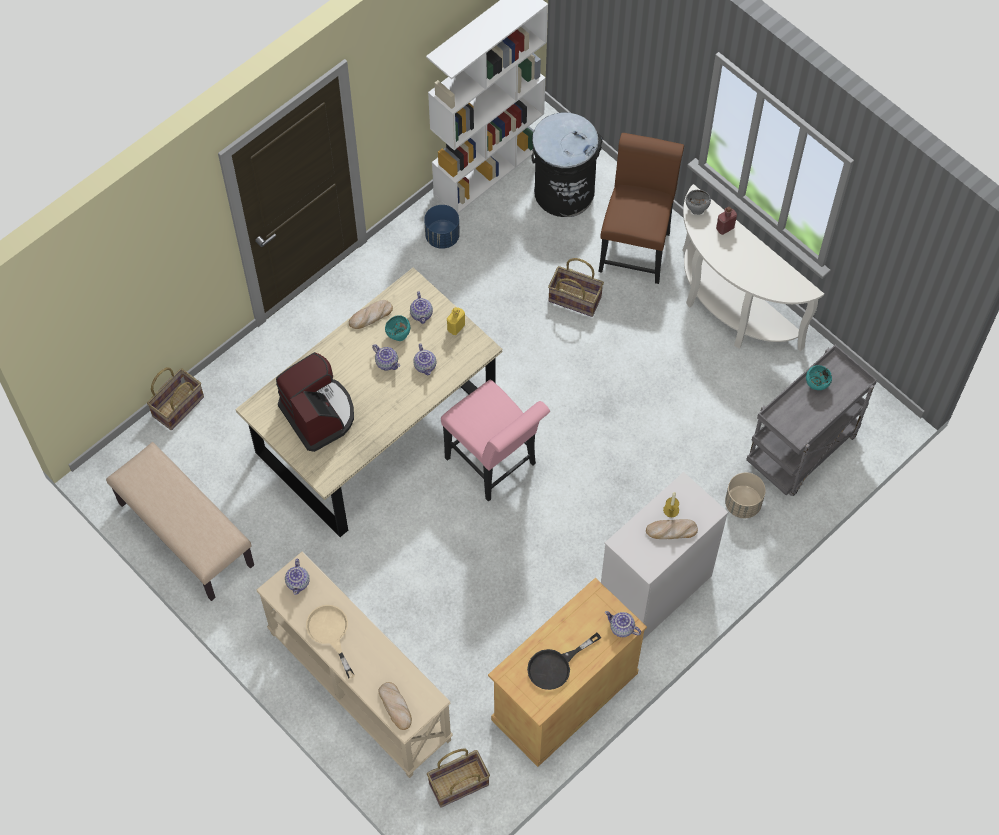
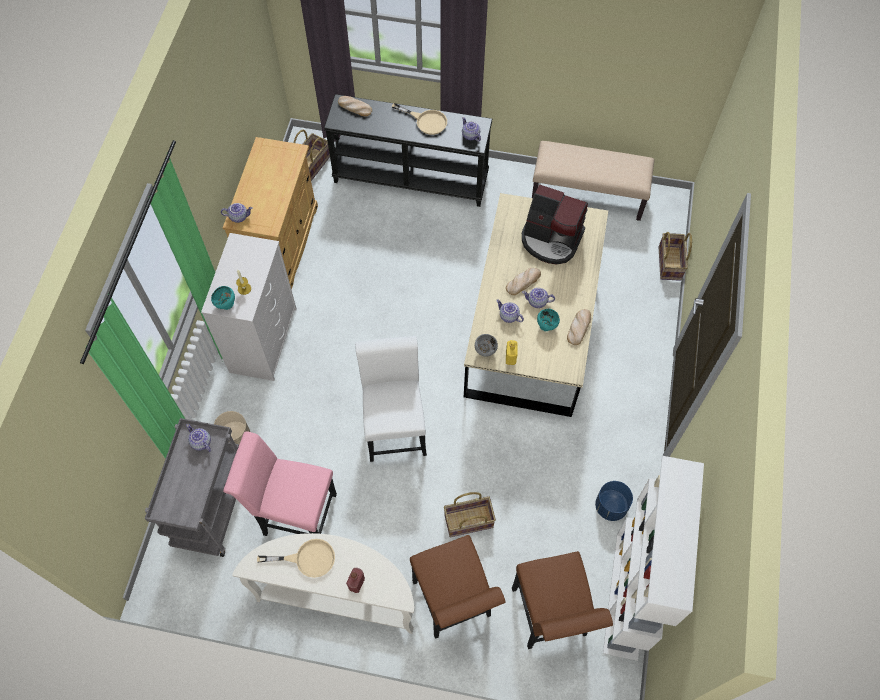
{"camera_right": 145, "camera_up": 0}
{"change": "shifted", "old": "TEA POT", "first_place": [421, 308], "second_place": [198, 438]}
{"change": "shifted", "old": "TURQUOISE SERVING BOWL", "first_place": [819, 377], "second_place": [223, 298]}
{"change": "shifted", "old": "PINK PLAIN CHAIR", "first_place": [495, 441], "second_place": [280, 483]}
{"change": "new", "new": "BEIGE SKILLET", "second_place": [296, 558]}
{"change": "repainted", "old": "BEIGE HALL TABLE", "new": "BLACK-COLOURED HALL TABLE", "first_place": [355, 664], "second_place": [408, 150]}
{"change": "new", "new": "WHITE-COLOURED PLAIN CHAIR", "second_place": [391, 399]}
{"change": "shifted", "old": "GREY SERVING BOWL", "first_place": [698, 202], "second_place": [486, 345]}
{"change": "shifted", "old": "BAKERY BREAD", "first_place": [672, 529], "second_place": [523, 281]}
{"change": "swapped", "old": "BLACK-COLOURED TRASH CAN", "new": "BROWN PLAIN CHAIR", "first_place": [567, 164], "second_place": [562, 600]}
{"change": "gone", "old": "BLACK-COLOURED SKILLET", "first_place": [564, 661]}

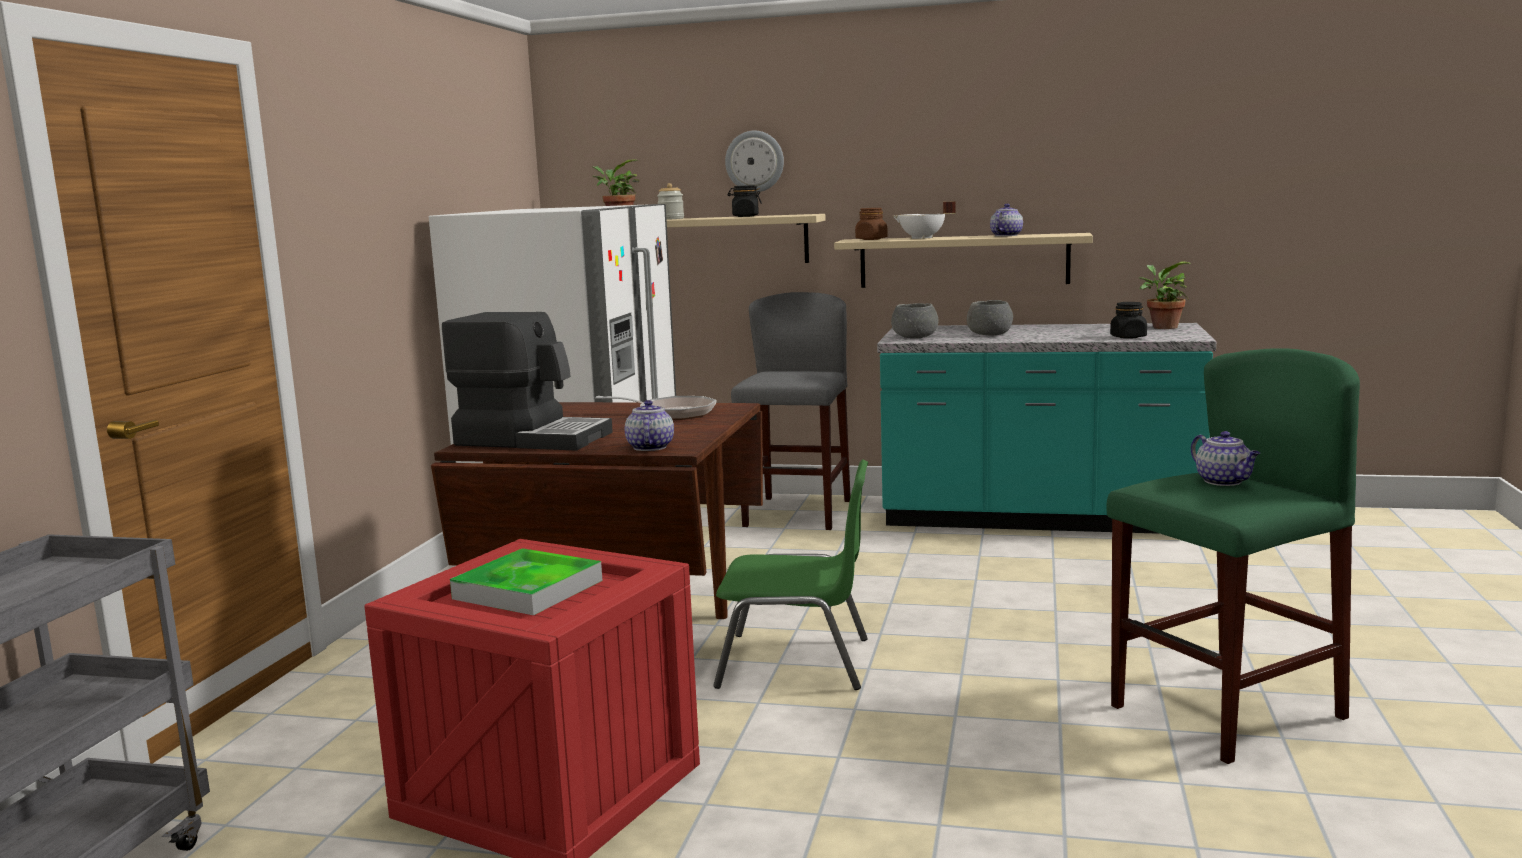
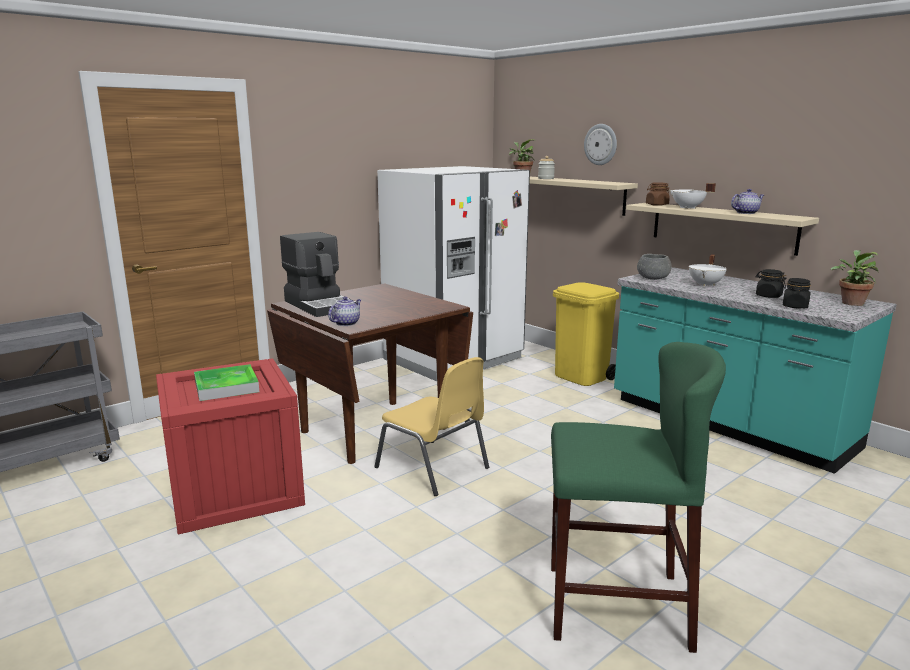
{"camera_right": 35, "camera_up": 5}
{"change": "repainted", "old": "GREENISH PLAIN CHAIR", "new": "YELLOW PLAIN CHAIR", "first_place": [790, 575], "second_place": [432, 426]}
{"change": "swapped", "old": "GREY STOOL", "new": "YELLOW TRASH CAN", "first_place": [791, 411], "second_place": [586, 334]}
{"change": "swapped", "old": "GREY SERVING BOWL", "new": "WHITE-COLOURED COOKING POT", "first_place": [989, 318], "second_place": [708, 270]}
{"change": "shifted", "old": "BLACK-COLOURED PRESERVE JAR", "first_place": [745, 201], "second_place": [770, 283]}
{"change": "gone", "old": "SKILLET", "first_place": [656, 408]}
{"change": "gone", "old": "TEA POT", "first_place": [1225, 458]}

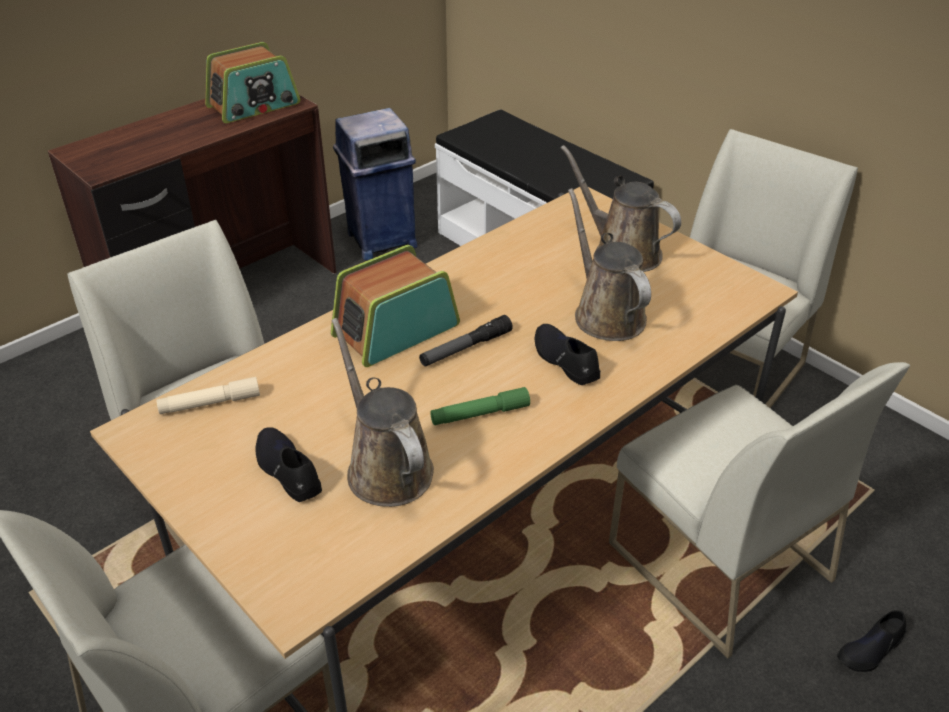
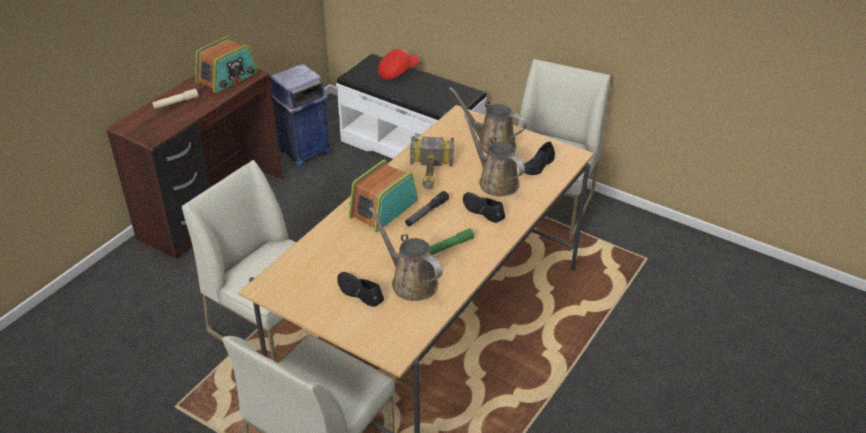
{"camera_right": -15, "camera_up": 0}
{"change": "shifted", "old": "BEIGE TORCH", "first_place": [208, 395], "second_place": [175, 99]}
{"change": "new", "new": "RED-COLOURED PEAKED CAP", "second_place": [398, 64]}
{"change": "new", "new": "HAMMER", "second_place": [432, 162]}
{"change": "shifted", "old": "BLACK-COLOURED SHOE", "first_place": [872, 641], "second_place": [539, 158]}
{"change": "gone", "old": "WHITE-COLOURED PLAIN CHAIR", "first_place": [759, 510]}

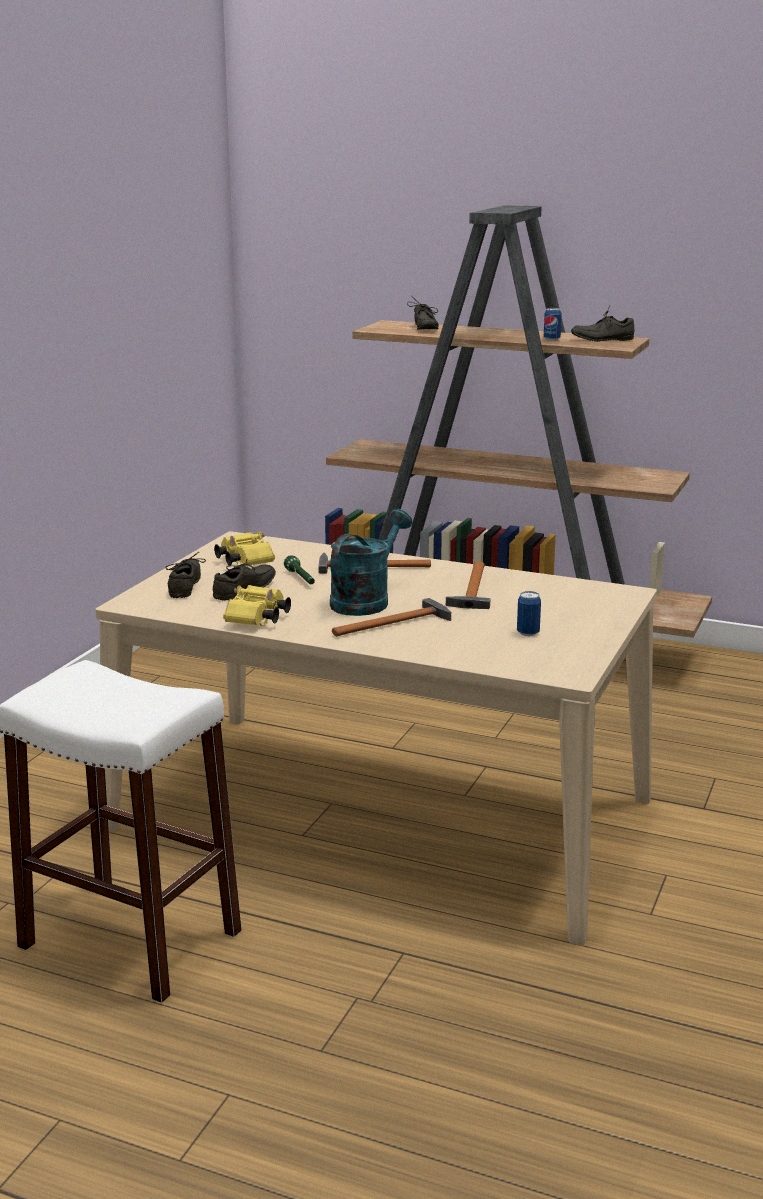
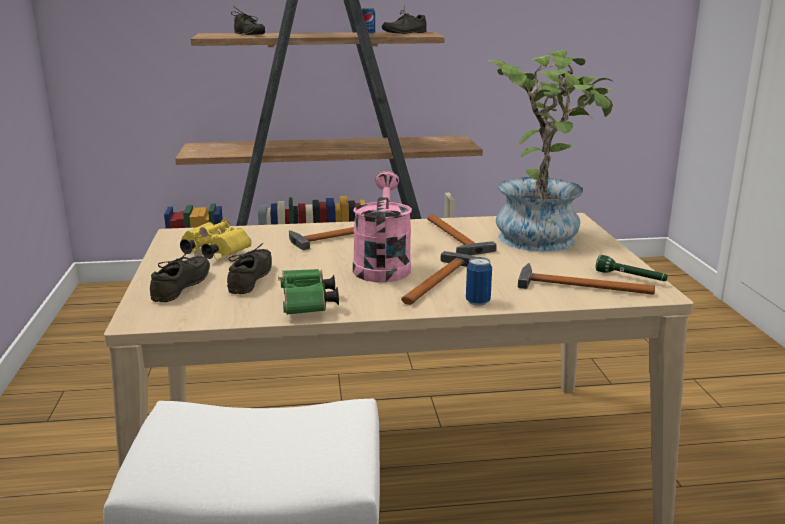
{"camera_right": -30, "camera_up": 0}
{"change": "rotated", "old": "GREY SHOE", "first_place": [185, 575], "second_place": [180, 276], "degrees": 45}
{"change": "repainted", "old": "YELLOW PAIR OF BINOCULARS", "new": "GREENISH PAIR OF BINOCULARS", "first_place": [257, 605], "second_place": [308, 292]}
{"change": "repainted", "old": "TURQUOISE WATERING POT", "new": "PINK WATERING POT", "first_place": [371, 562], "second_place": [382, 227]}
{"change": "shifted", "old": "SEALED CAN", "first_place": [529, 613], "second_place": [479, 281]}
{"change": "new", "new": "POTTED PLANT", "second_place": [549, 150]}
{"change": "new", "new": "HAMMER", "second_place": [586, 279]}
{"change": "shifted", "old": "GREENISH TORCH", "first_place": [299, 569], "second_place": [632, 268]}

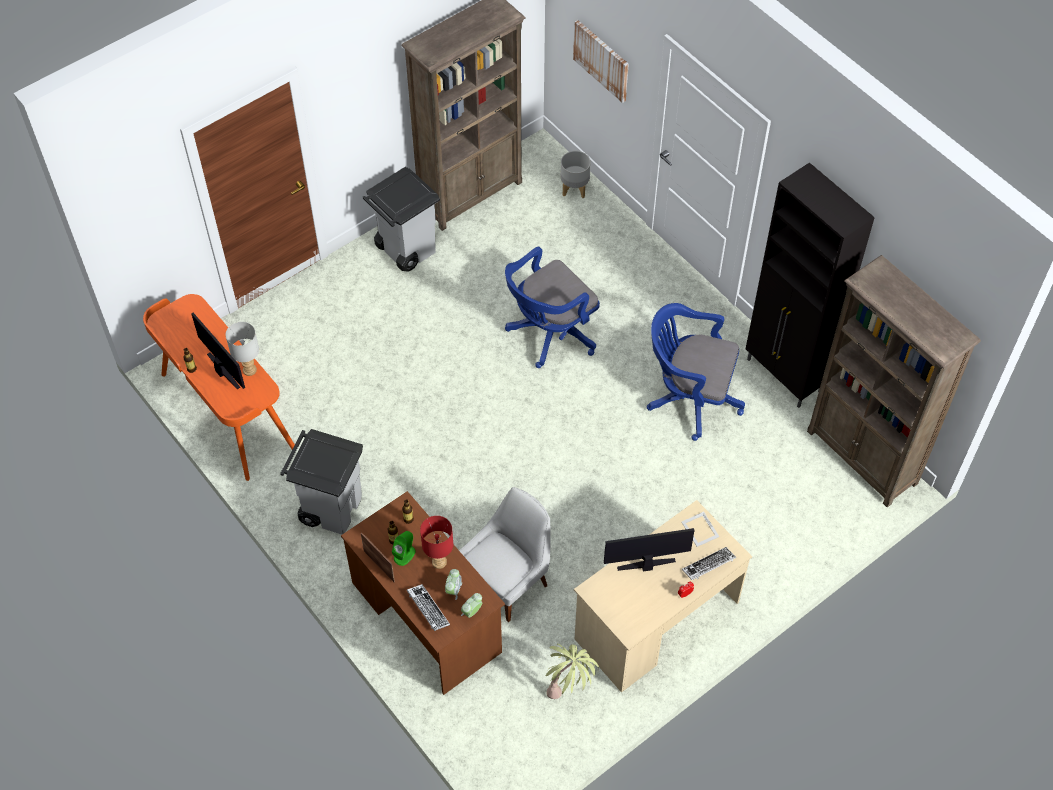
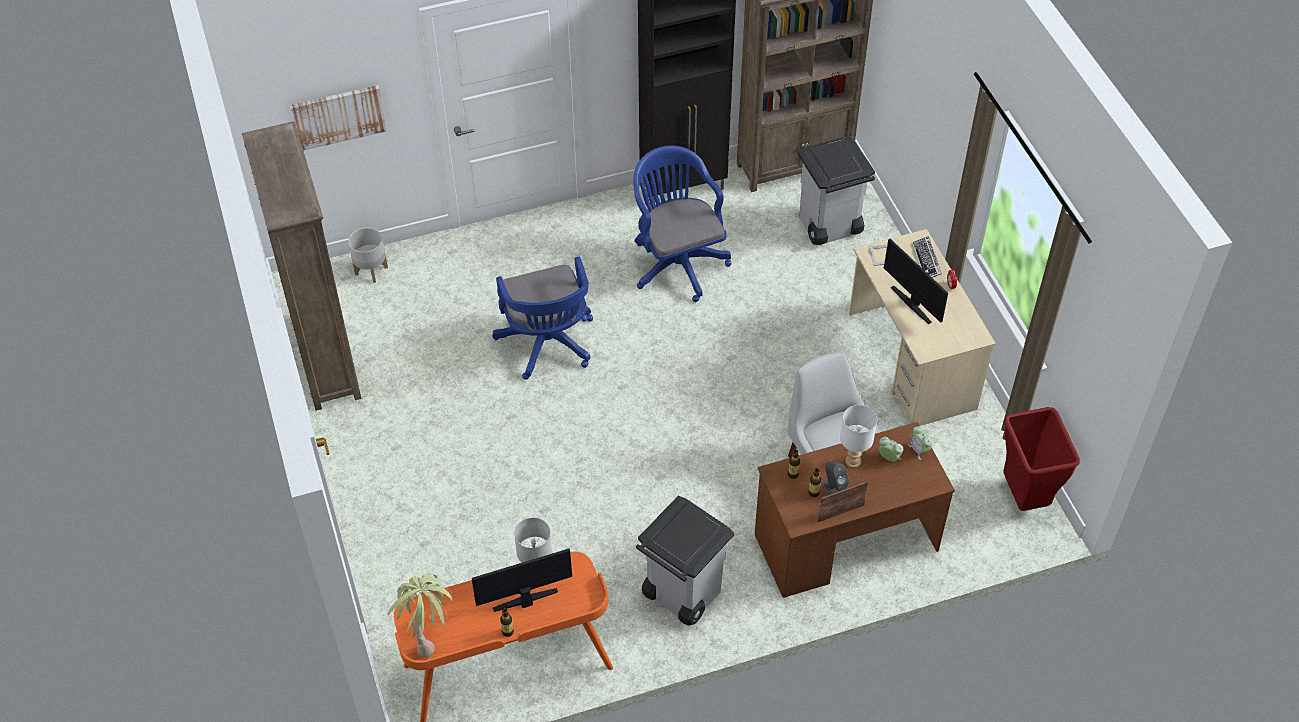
{"camera_right": -70, "camera_up": -5}
{"change": "shifted", "old": "POTTED PLANT", "first_place": [572, 671], "second_place": [419, 615]}
{"change": "rotated", "old": "BLUE COMPUTER CHAIR", "first_place": [696, 372], "second_place": [682, 224], "degrees": 120}
{"change": "shifted", "old": "GREY TRASH CAN", "first_place": [401, 219], "second_place": [836, 190]}
{"change": "repainted", "old": "GREENISH AUDIO SPEAKER", "new": "GREY AUDIO SPEAKER", "first_place": [403, 548], "second_place": [835, 478]}
{"change": "repainted", "old": "RED-COLOURED TABLETOP LAMP", "new": "WHITE-COLOURED TABLETOP LAMP", "first_place": [436, 542], "second_place": [858, 436]}
{"change": "rotated", "old": "COMPUTER SCREEN", "first_place": [649, 550], "second_place": [916, 281], "degrees": -45}
{"change": "new", "new": "RED-COLOURED TRASH CAN", "second_place": [1041, 459]}
{"change": "gone", "old": "KEYBOARD", "first_place": [428, 607]}

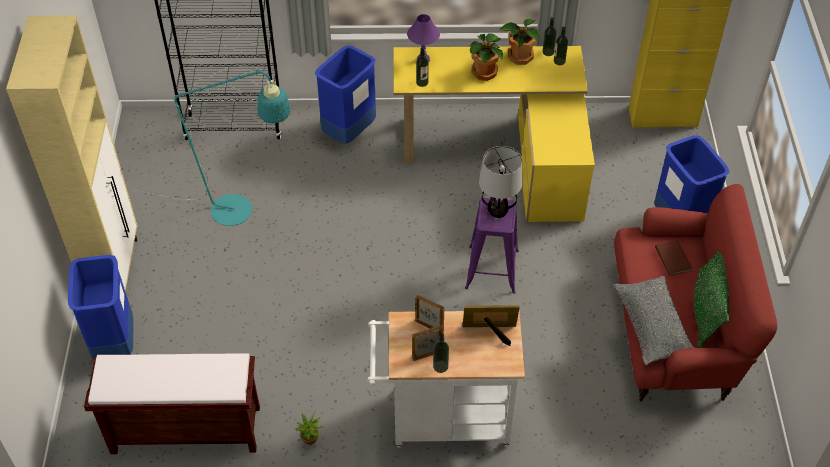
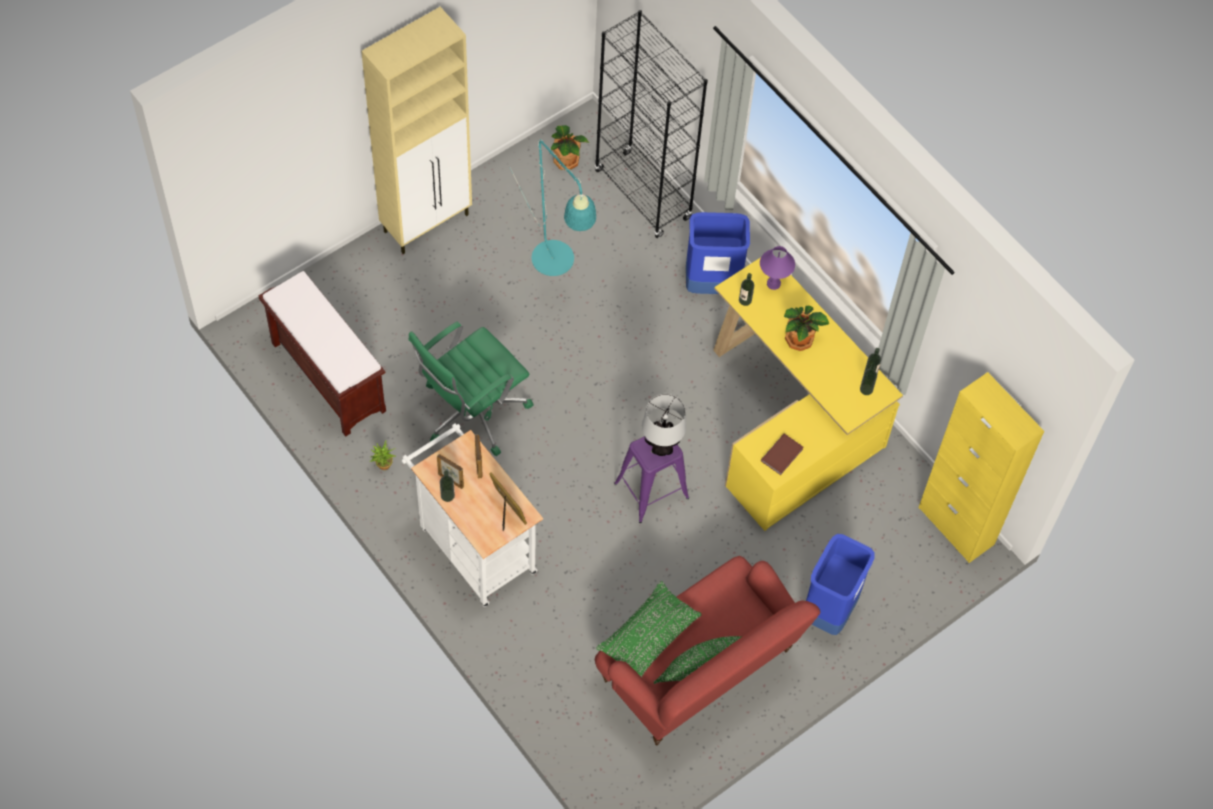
{"camera_right": 50, "camera_up": 10}
{"change": "new", "new": "GREENISH COMPUTER CHAIR", "second_place": [471, 388]}
{"change": "shifted", "old": "POTTED PLANT", "first_place": [520, 42], "second_place": [570, 148]}
{"change": "repainted", "old": "GREY THROW PILLOW", "new": "GREENISH THROW PILLOW", "first_place": [653, 320], "second_place": [649, 629]}
{"change": "shifted", "old": "BROWN BOUND BOOK", "first_place": [674, 258], "second_place": [782, 454]}
{"change": "gone", "old": "BLUE TRASH CAN", "first_place": [100, 307]}

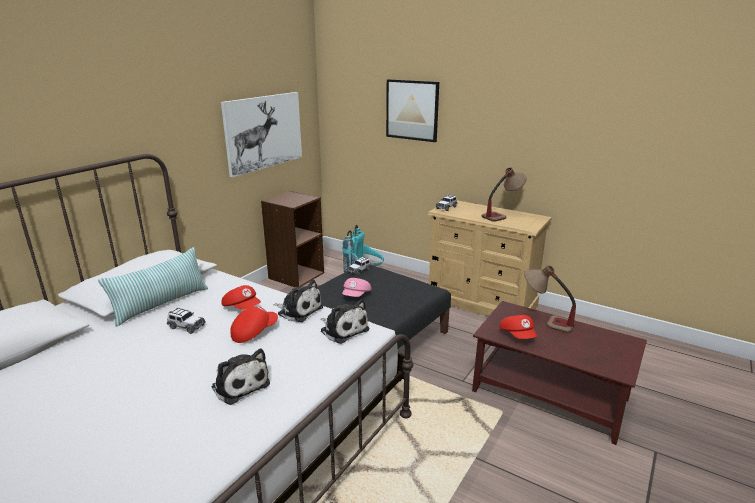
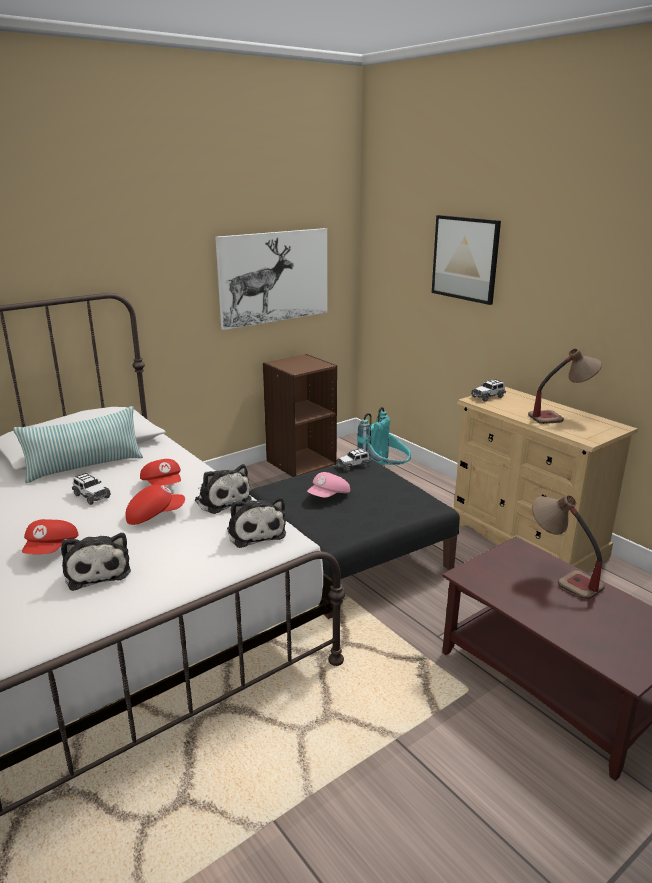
{"camera_right": 20, "camera_up": 0}
{"change": "shifted", "old": "RED-COLOURED PEAKED CAP", "first_place": [518, 327], "second_place": [50, 536]}

